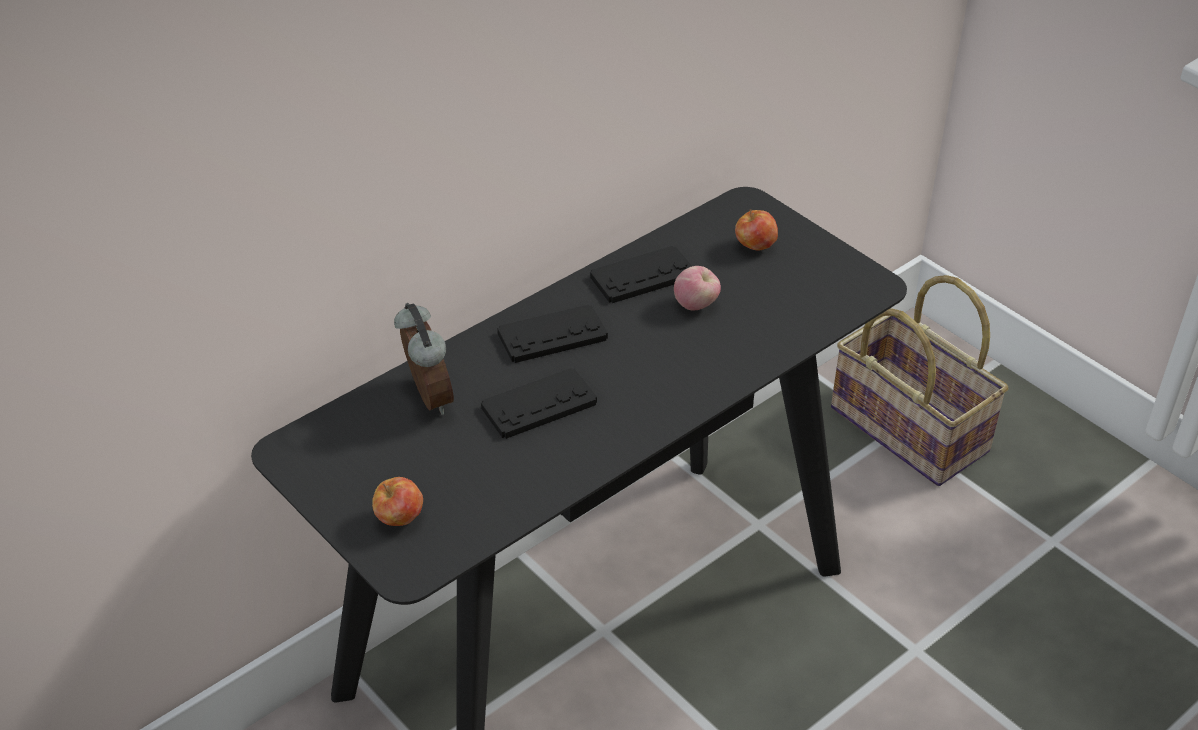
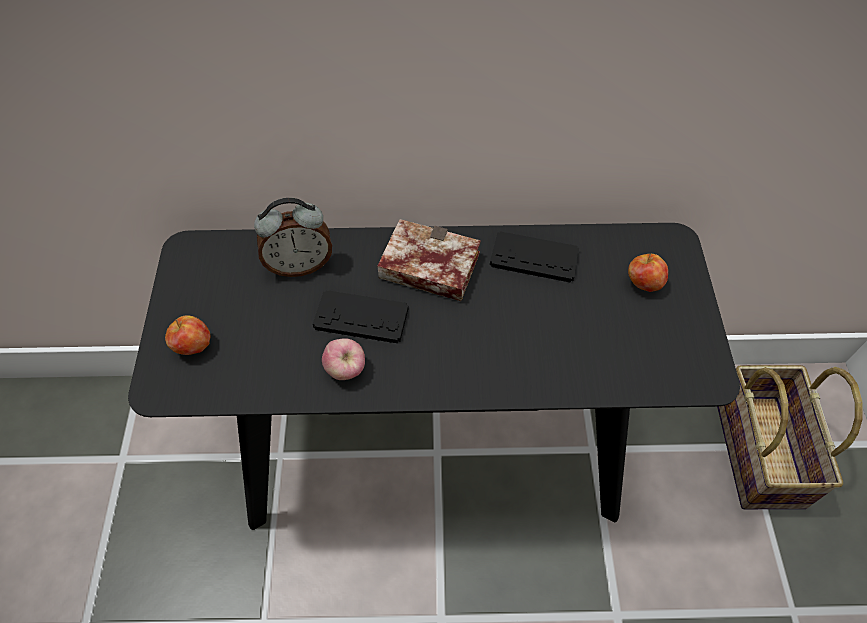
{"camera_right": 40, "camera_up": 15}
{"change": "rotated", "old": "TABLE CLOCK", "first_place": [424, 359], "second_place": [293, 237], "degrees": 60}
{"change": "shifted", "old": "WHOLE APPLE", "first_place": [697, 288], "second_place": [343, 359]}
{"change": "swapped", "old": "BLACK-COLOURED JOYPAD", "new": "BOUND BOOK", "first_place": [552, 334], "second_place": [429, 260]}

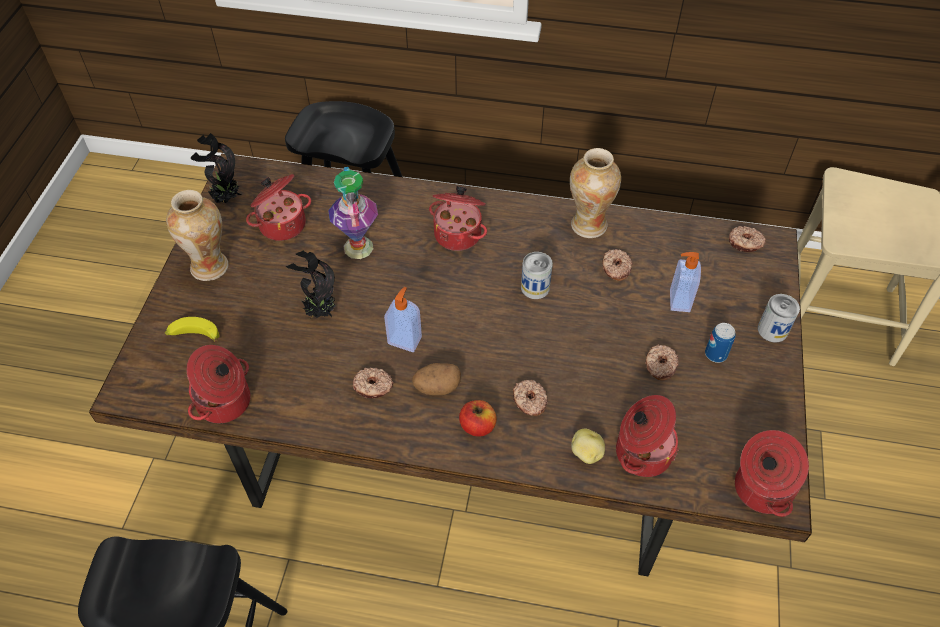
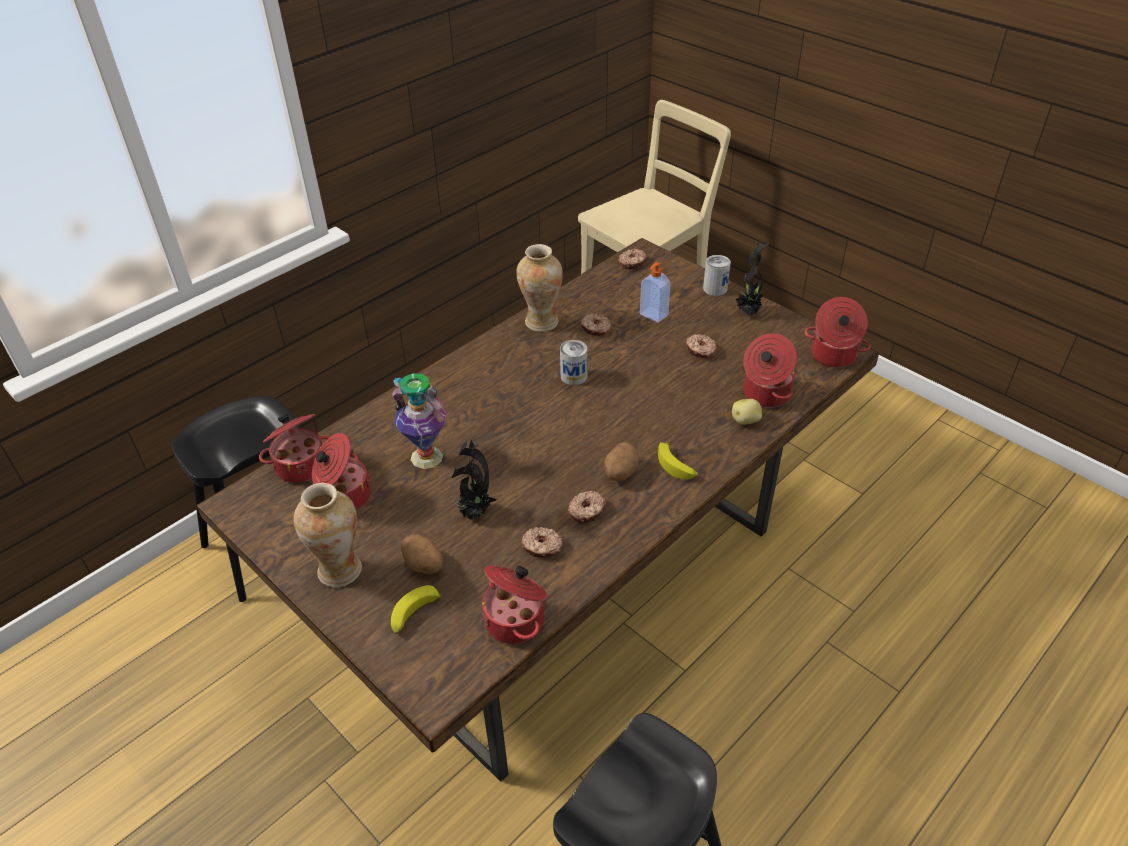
{"camera_right": -55, "camera_up": -10}
{"change": "shifted", "old": "COOKING POT", "first_place": [458, 218], "second_place": [294, 448]}
{"change": "new", "new": "SPUD", "second_place": [422, 554]}
{"change": "shifted", "old": "DONUT", "first_place": [530, 398], "second_place": [542, 542]}
{"change": "swapped", "old": "WHOLE APPLE", "new": "WHOLE BANANA", "first_place": [478, 418], "second_place": [678, 460]}
{"change": "shifted", "old": "POTTED PLANT", "first_place": [216, 168], "second_place": [753, 278]}
{"change": "gone", "old": "SOAP BOTTLE", "first_place": [403, 319]}
{"change": "gone", "old": "SEALED CAN", "first_place": [720, 343]}

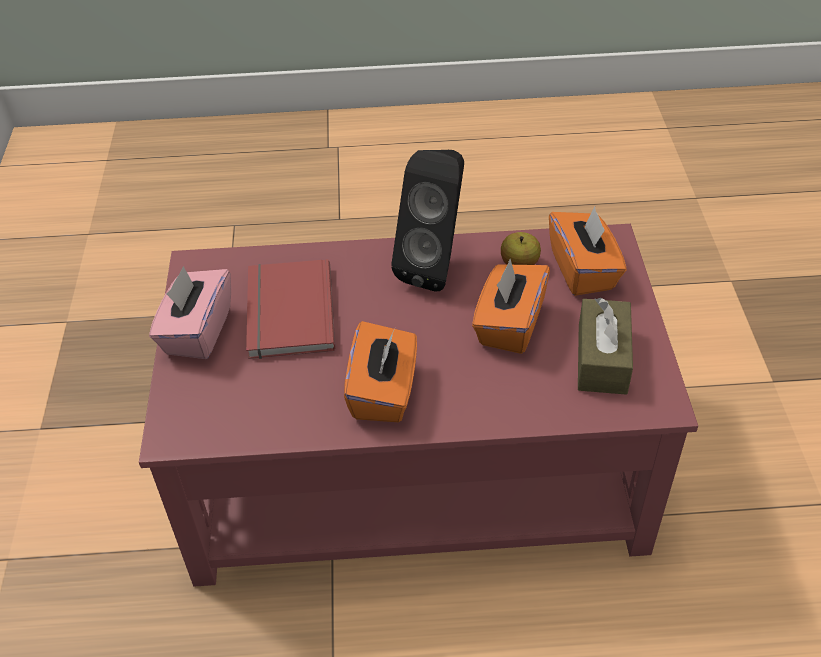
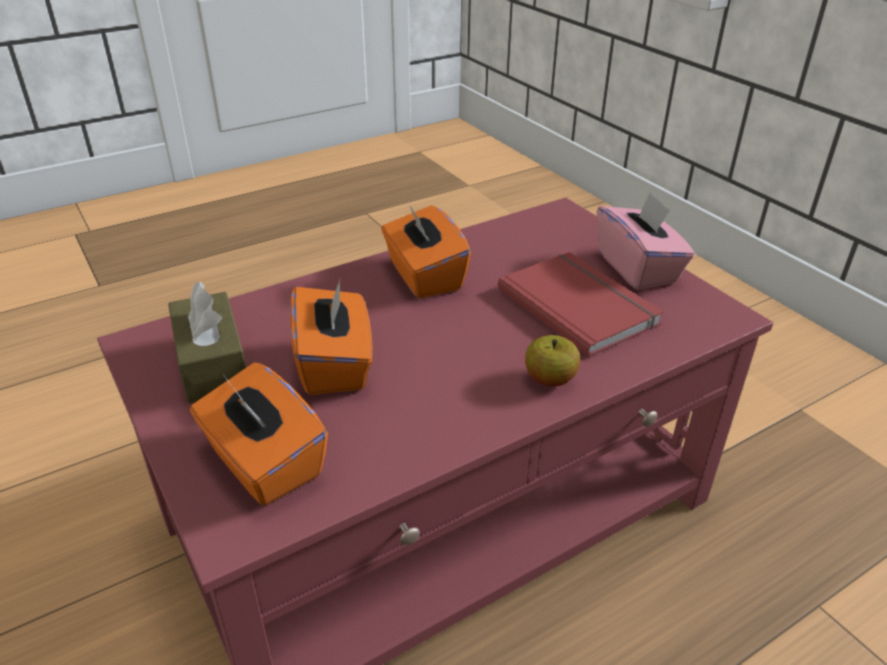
{"camera_right": 150, "camera_up": -10}
{"change": "shifted", "old": "WHOLE APPLE", "first_place": [521, 248], "second_place": [552, 361]}
{"change": "gone", "old": "BLACK-COLOURED AUDIO SPEAKER", "first_place": [427, 221]}

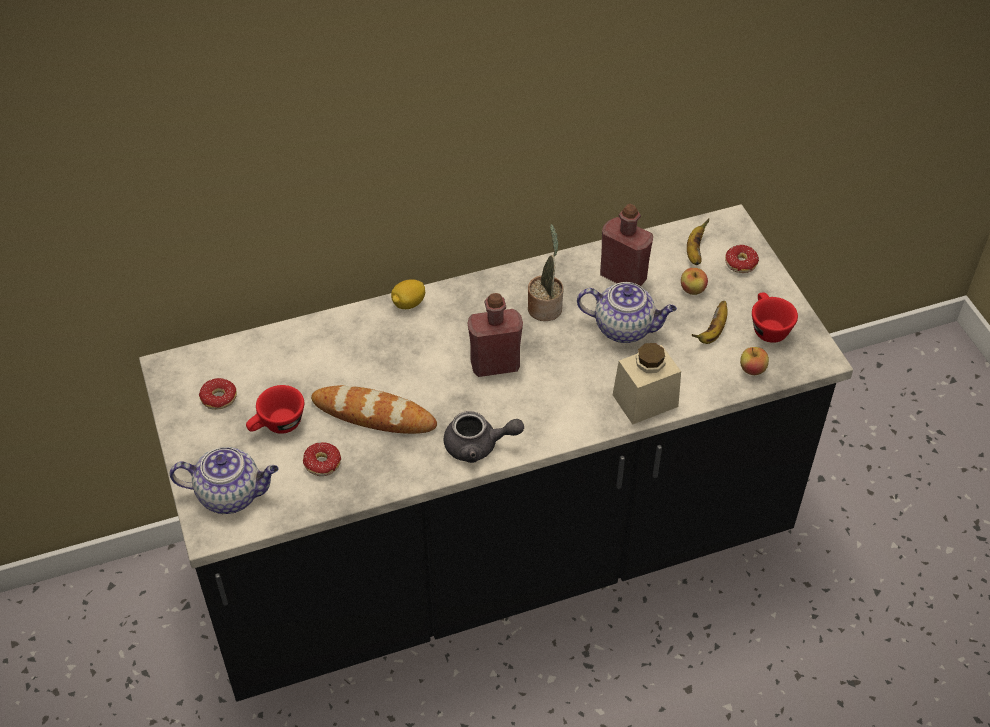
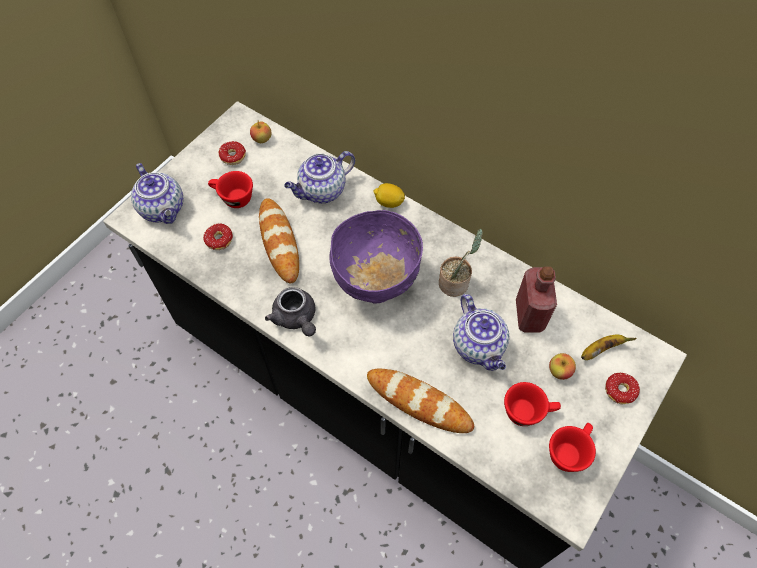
{"camera_right": 55, "camera_up": 10}
{"change": "shifted", "old": "WHOLE APPLE", "first_place": [754, 361], "second_place": [261, 131]}
{"change": "new", "new": "TEA POT", "second_place": [319, 177]}
{"change": "swapped", "old": "RED-COLOURED BEVERAGE BOTTLE", "new": "PURPLISH SERVING BOWL", "first_place": [495, 335], "second_place": [376, 257]}
{"change": "swapped", "old": "BEIGE PRESERVE JAR", "new": "BAKERY BREAD", "first_place": [647, 384], "second_place": [420, 401]}
{"change": "swapped", "old": "WHOLE BANANA", "new": "RED-COLOURED SMALL CUP", "first_place": [710, 322], "second_place": [532, 404]}

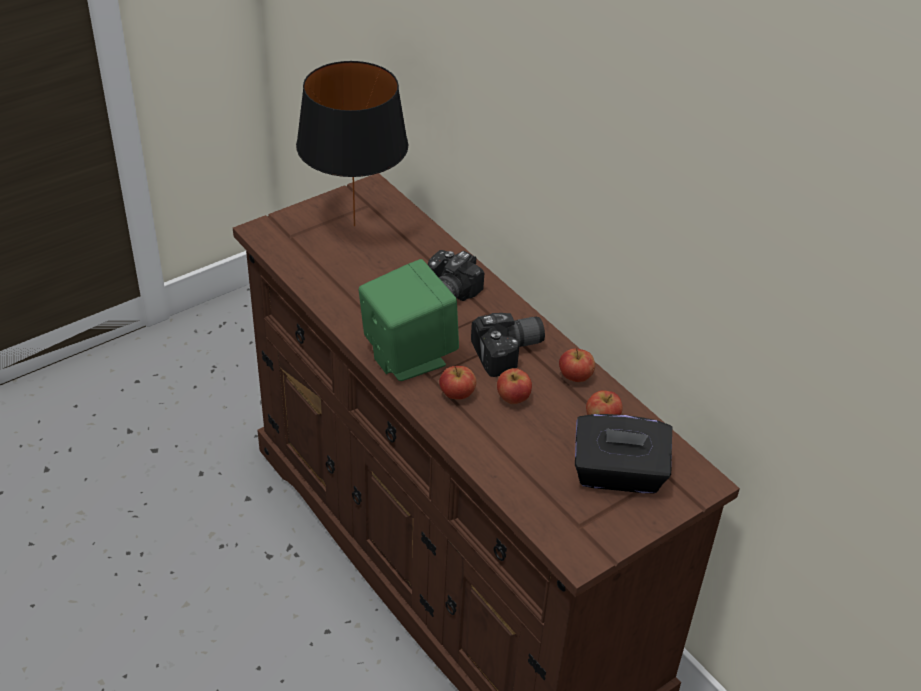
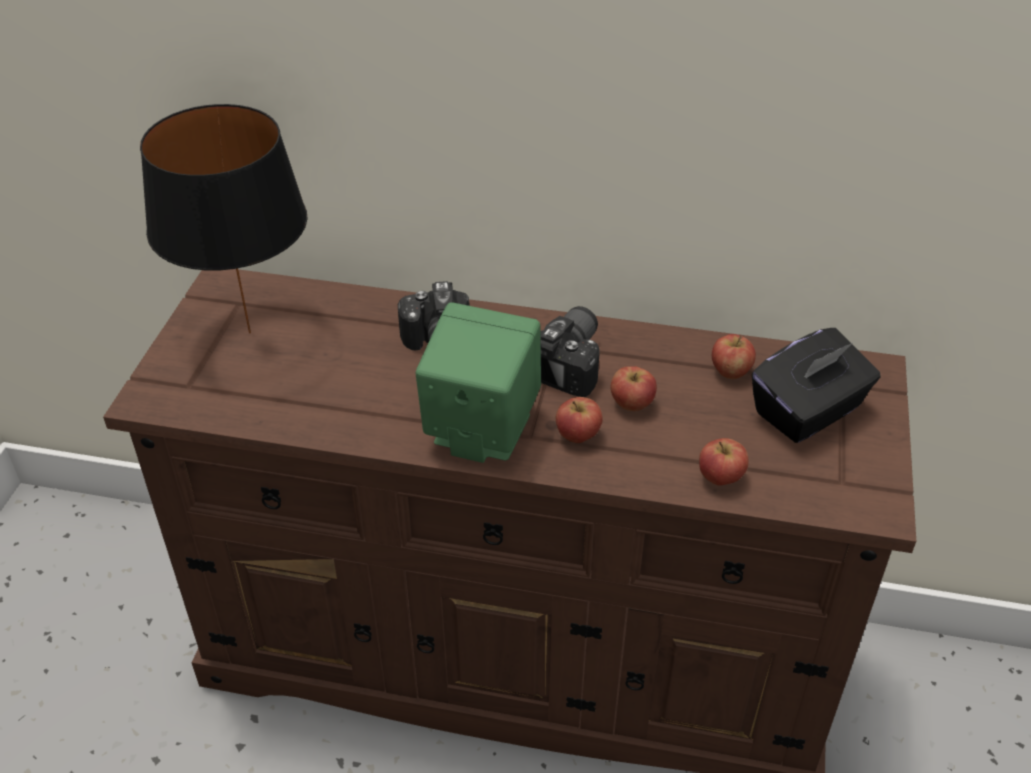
{"camera_right": -40, "camera_up": 0}
{"change": "shifted", "old": "WHOLE APPLE", "first_place": [577, 365], "second_place": [724, 462]}

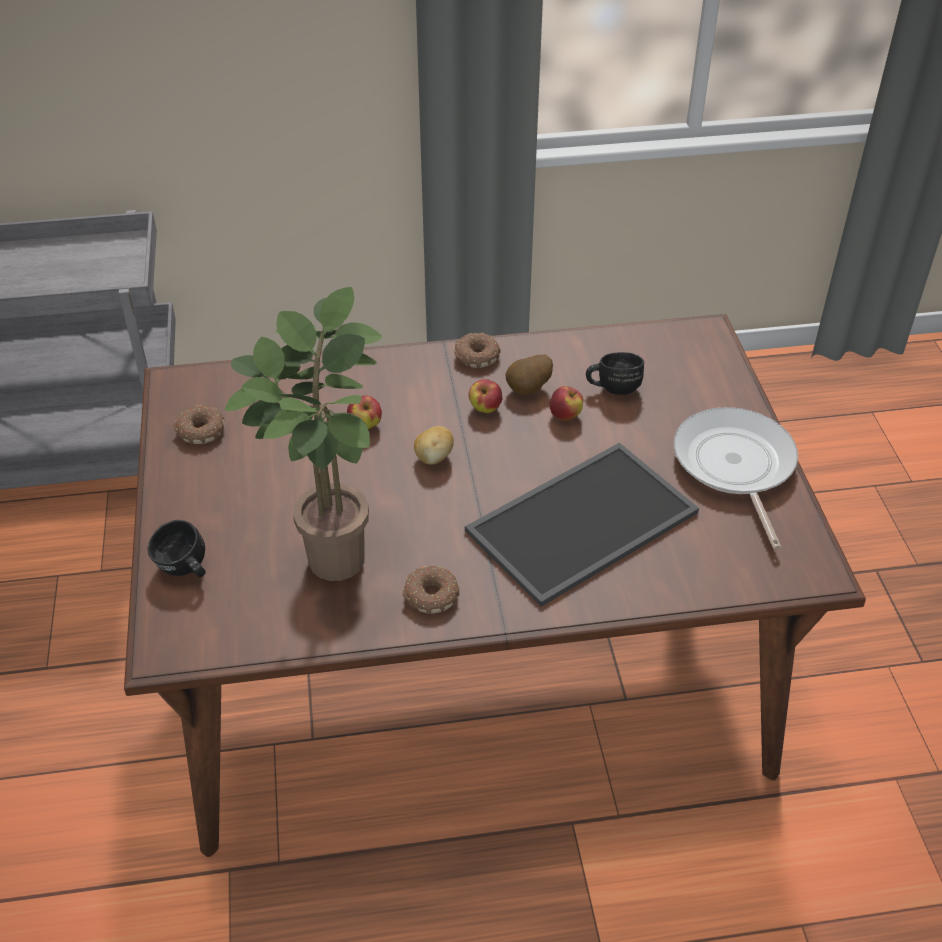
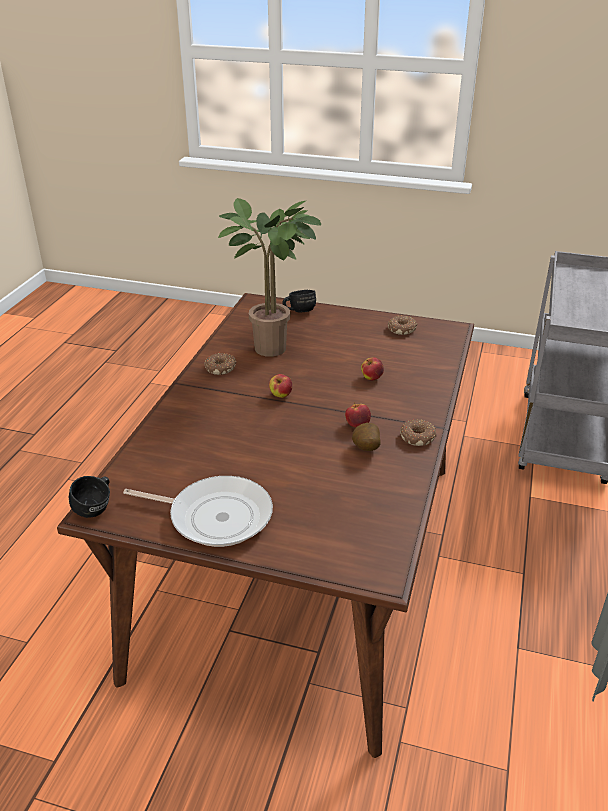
{"camera_right": 115, "camera_up": -10}
{"change": "shifted", "old": "BLACK-COLOURED MUG", "first_place": [615, 373], "second_place": [89, 497]}
{"change": "shifted", "old": "WHOLE APPLE", "first_place": [566, 403], "second_place": [280, 386]}
{"change": "gone", "old": "SPUD", "first_place": [434, 445]}
{"change": "gone", "old": "CARRYING TRAY", "first_place": [582, 525]}

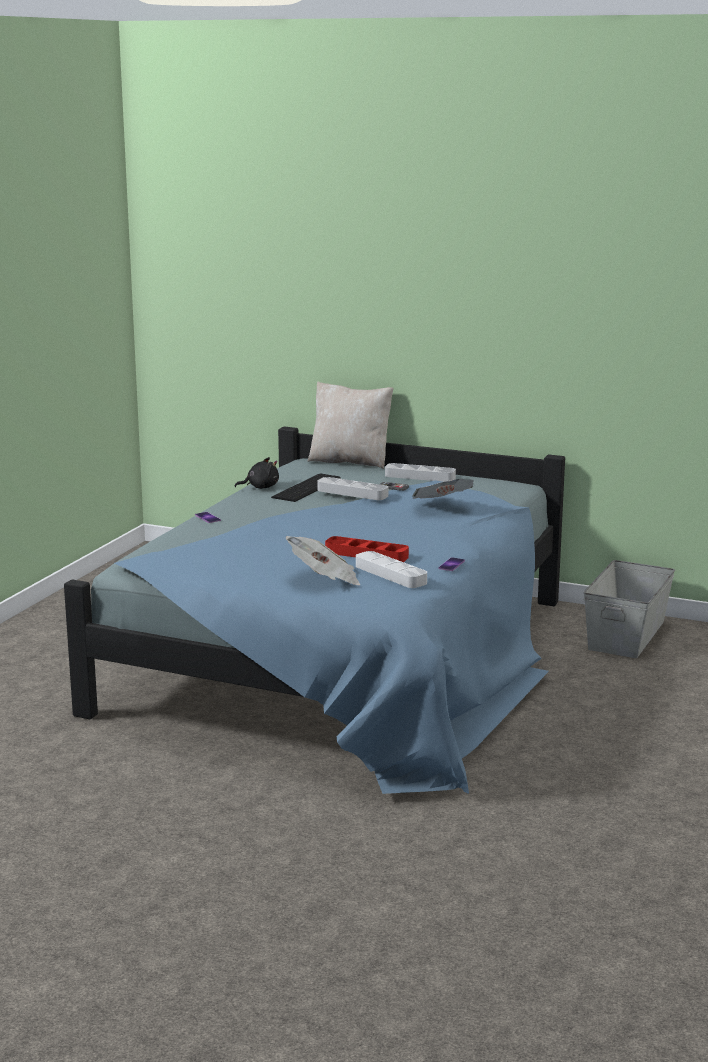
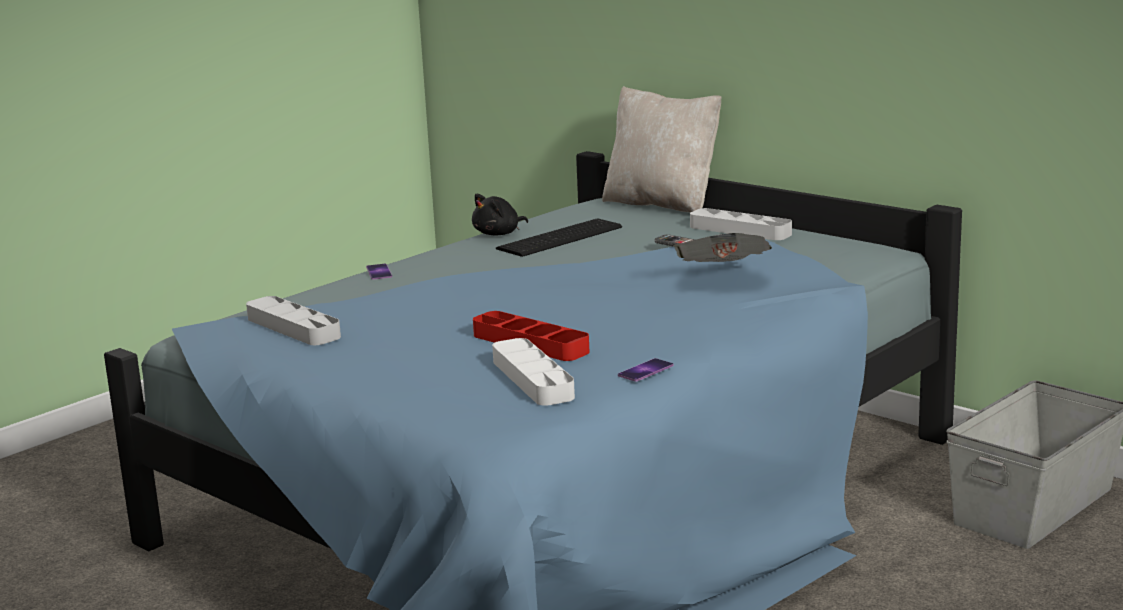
{"camera_right": 20, "camera_up": 0}
{"change": "shifted", "old": "GREY CARRYING TRAY", "first_place": [352, 488], "second_place": [293, 320]}
{"change": "rotated", "old": "BLACK-COLOURED SOFT TOY", "first_place": [257, 473], "second_place": [500, 214], "degrees": 135}
{"change": "gone", "old": "NEWSPAPER", "first_place": [323, 560]}

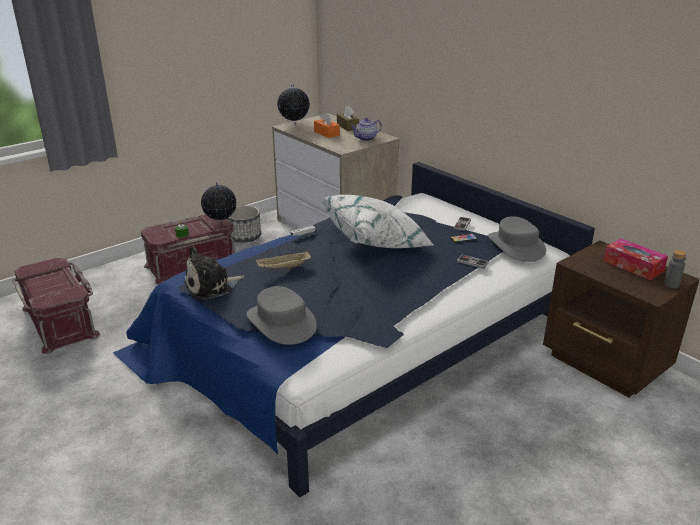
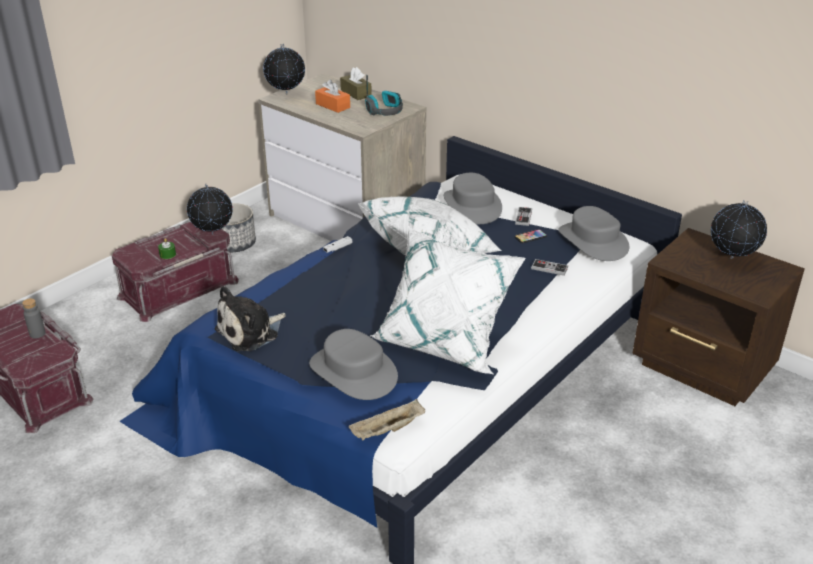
{"camera_right": -10, "camera_up": 5}
{"change": "shifted", "old": "GREY BEVERAGE BOTTLE", "first_place": [675, 269], "second_place": [34, 318]}
{"change": "shifted", "old": "BEIGE CARRYING TRAY", "first_place": [283, 260], "second_place": [387, 419]}
{"change": "swapped", "old": "TEA POT", "new": "HEADPHONES", "first_place": [366, 129], "second_place": [384, 95]}
{"change": "new", "new": "WHITE-COLOURED THROW PILLOW", "second_place": [448, 300]}
{"change": "new", "new": "GREY WEARABLE HAT", "second_place": [473, 198]}
{"change": "swapped", "old": "BOX OF TISSUES", "new": "WORLD GLOBE", "first_place": [636, 259], "second_place": [739, 229]}

